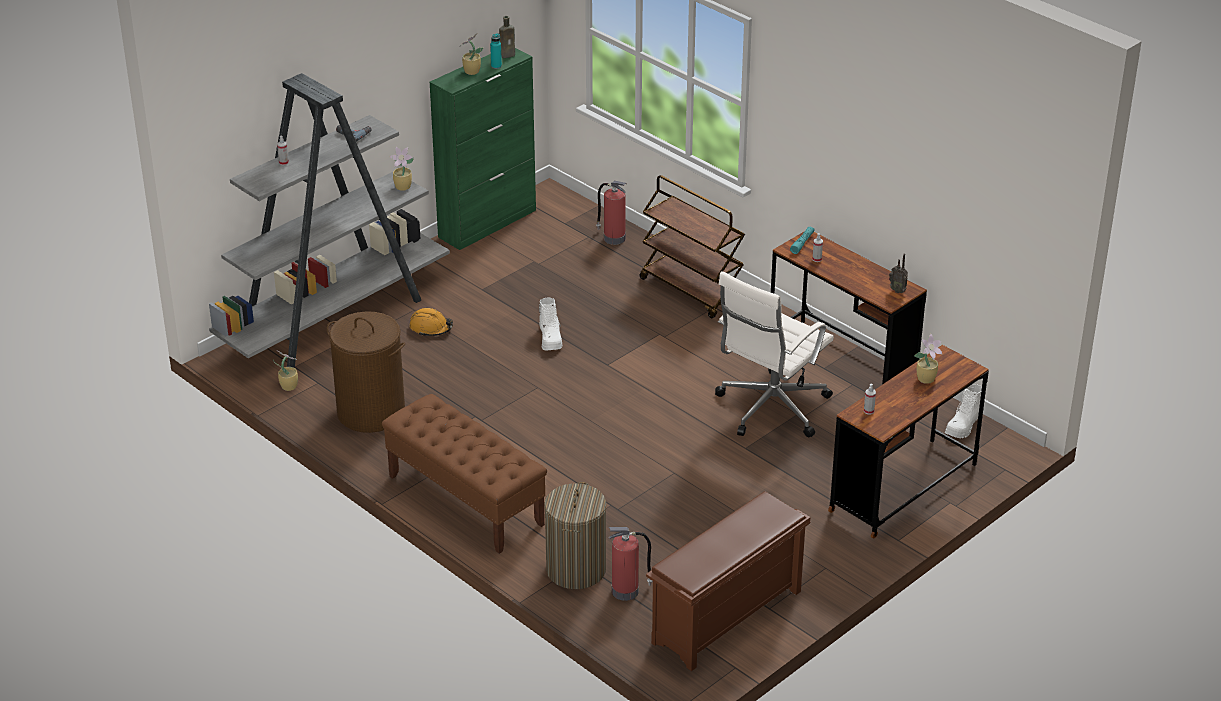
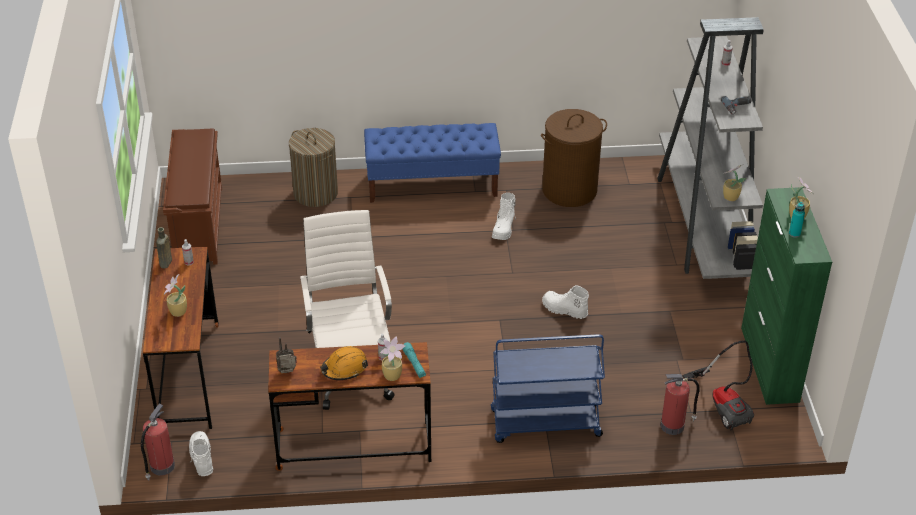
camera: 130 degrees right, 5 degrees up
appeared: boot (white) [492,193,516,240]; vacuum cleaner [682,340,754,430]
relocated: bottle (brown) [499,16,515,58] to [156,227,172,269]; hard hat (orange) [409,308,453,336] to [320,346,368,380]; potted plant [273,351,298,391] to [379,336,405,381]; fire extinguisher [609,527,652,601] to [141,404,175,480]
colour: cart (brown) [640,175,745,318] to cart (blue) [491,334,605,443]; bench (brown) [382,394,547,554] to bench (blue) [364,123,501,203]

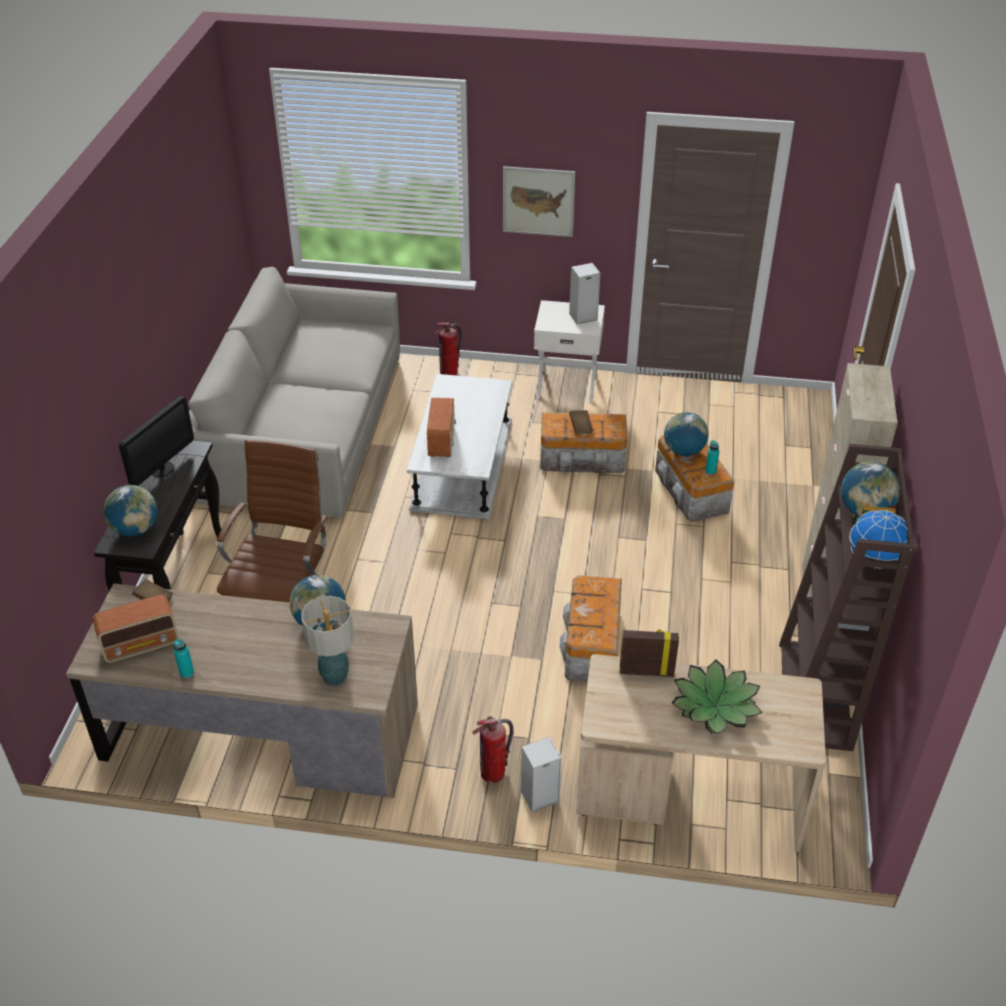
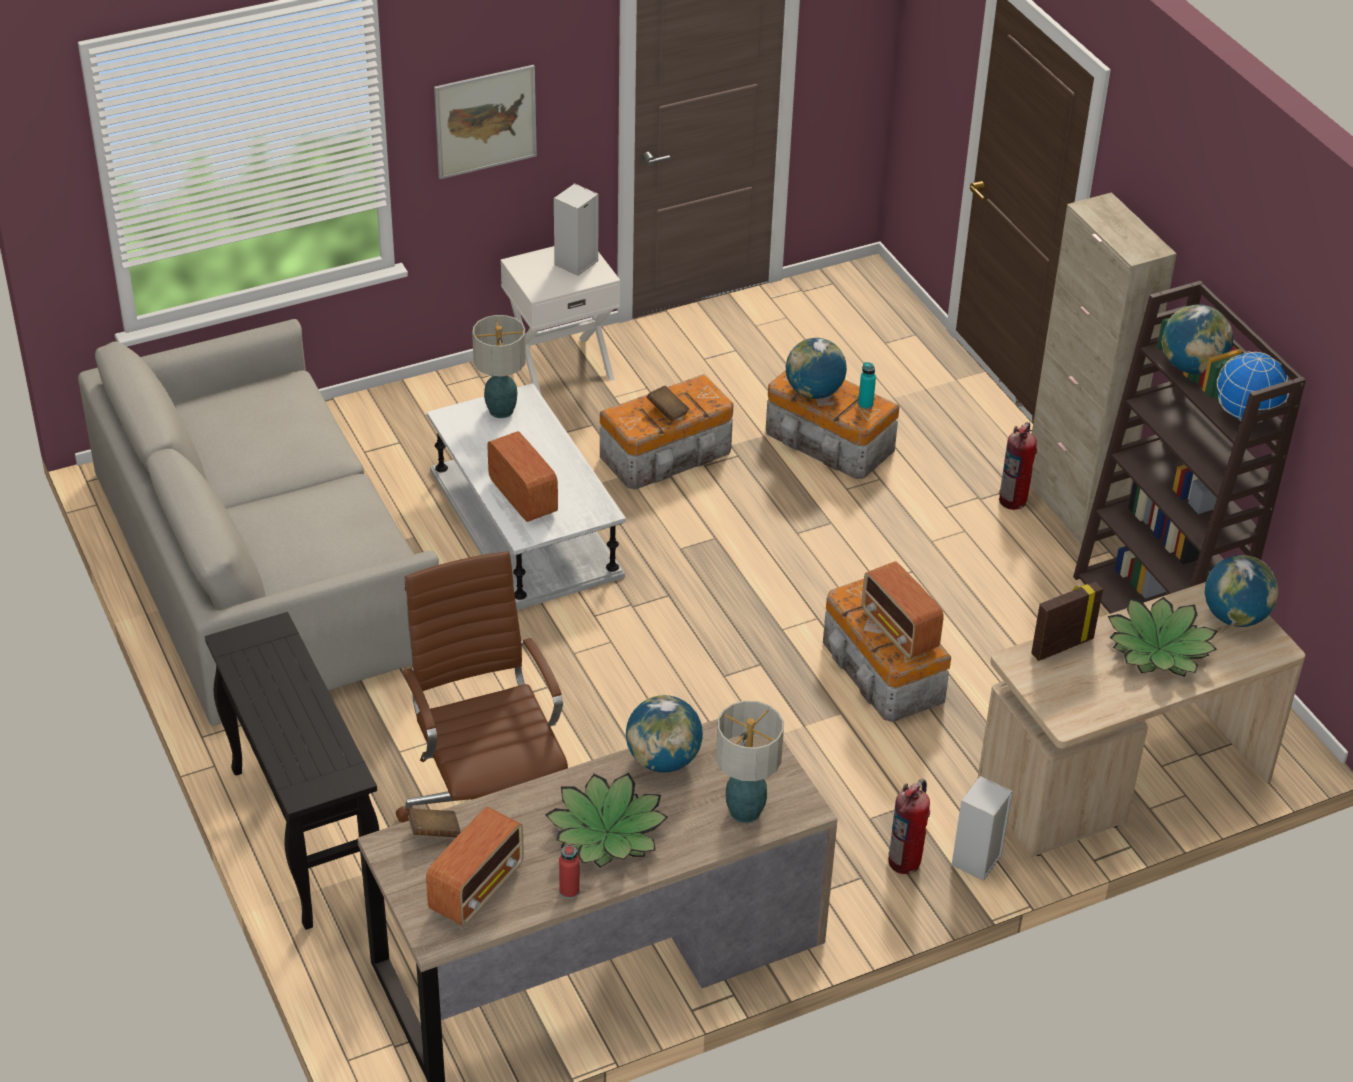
camera: 35 degrees left, 0 degrees up
missing: monitor [119,396,194,486]
appeared: table lamp [472,315,526,418]; radio [862,561,944,658]; potted plant [545,773,668,867]
relocated: fire extinguisher [434,323,462,375] to [998,422,1037,510]; globe [104,485,157,536] to [1205,555,1278,627]
colour: bottle (turquoise) [174,638,194,678] to bottle (red) [559,843,580,899]

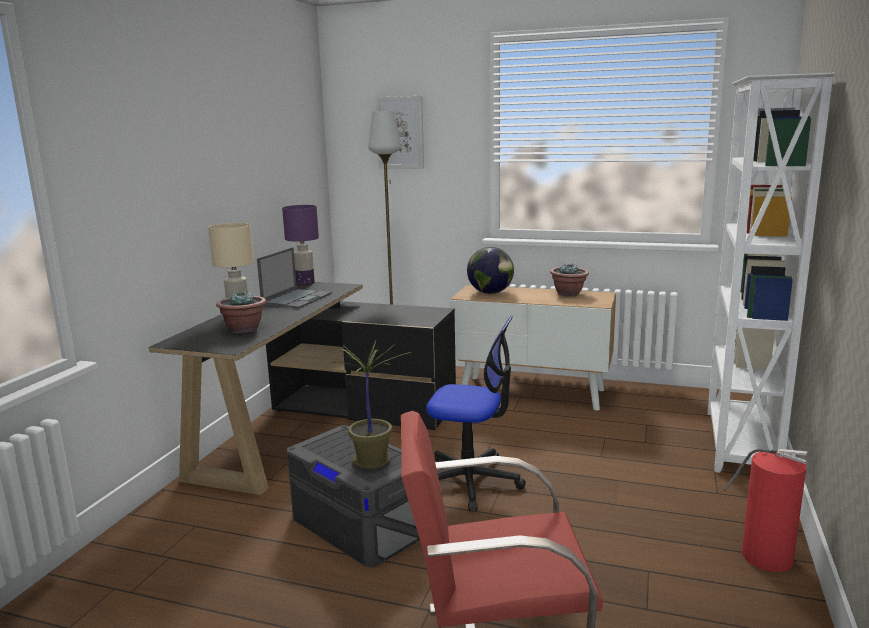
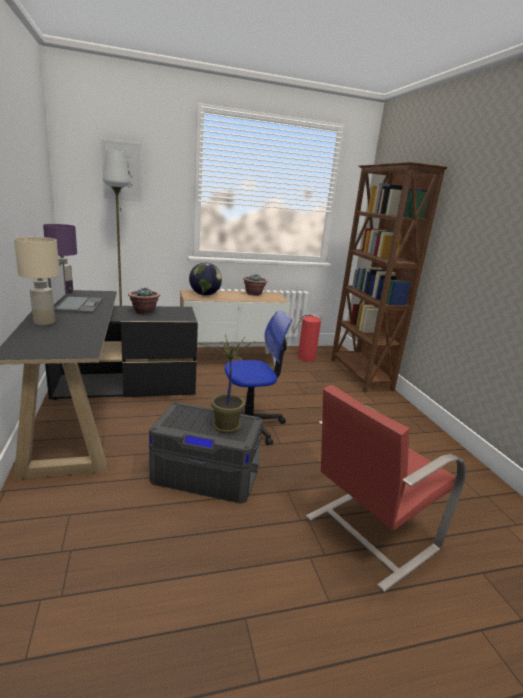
camera: 35 degrees left, 5 degrees up
relocated: potted plant [216,291,266,333] to [128,287,160,314]; fire extinguisher [723,449,808,572] to [293,314,322,361]
colour: bookcase (white) [707,73,835,473] to bookcase (brown) [331,162,448,392]

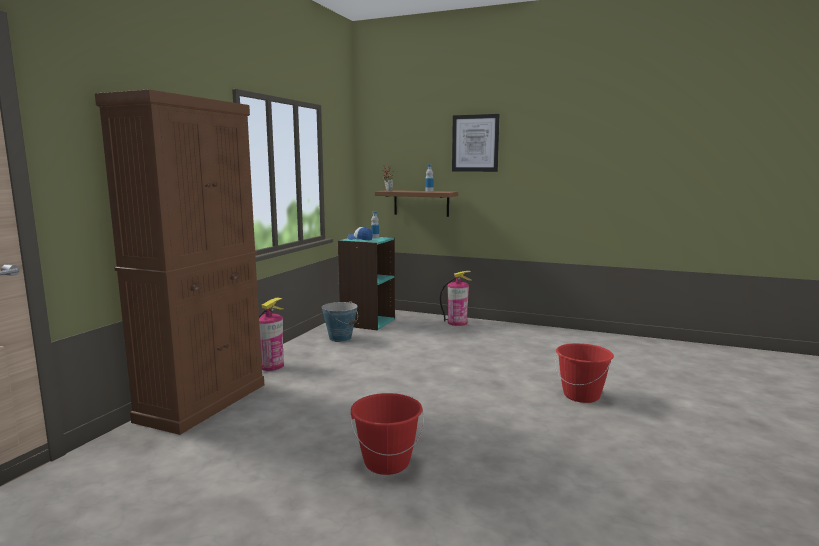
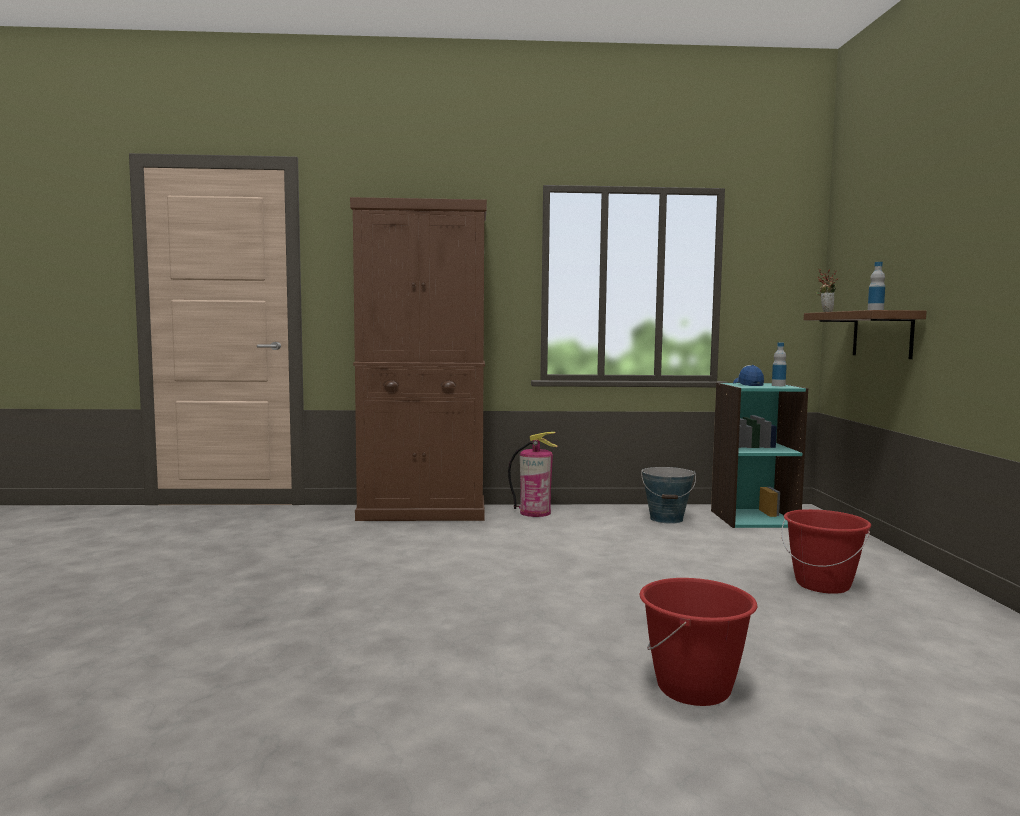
camera: 65 degrees right, 5 degrees down
missing: picture [452,114,500,172]; fire extinguisher [440,271,472,326]
relocated: bucket (red) [350,393,424,475] to [781,509,871,594]

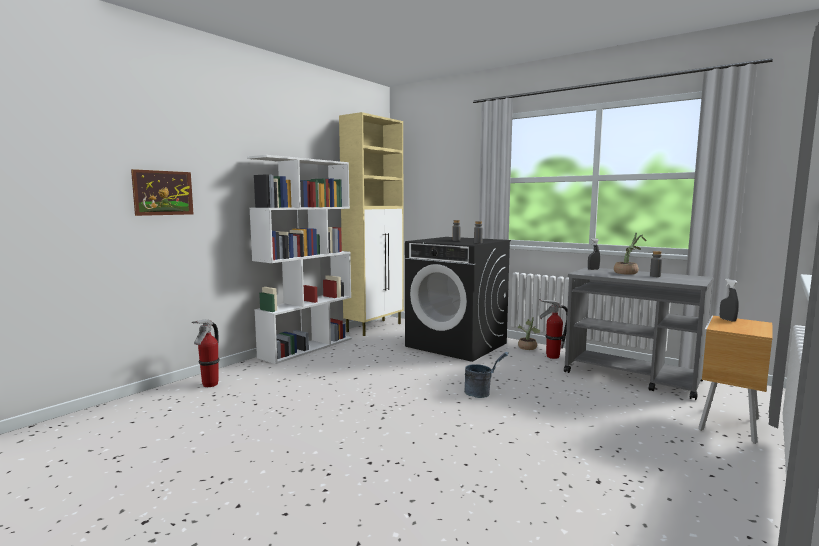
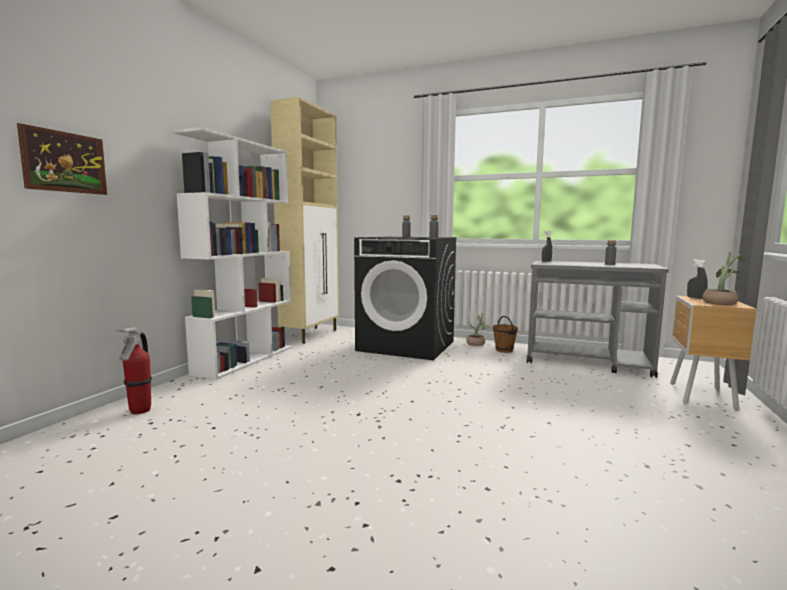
camera: 15 degrees left, 0 degrees up
missing: bucket (grey) [464,352,509,398]
relocated: potted plant [614,233,647,275] to [702,252,747,305]
exchanged: fire extinguisher [539,299,568,359] to bucket (brown) [493,316,518,353]

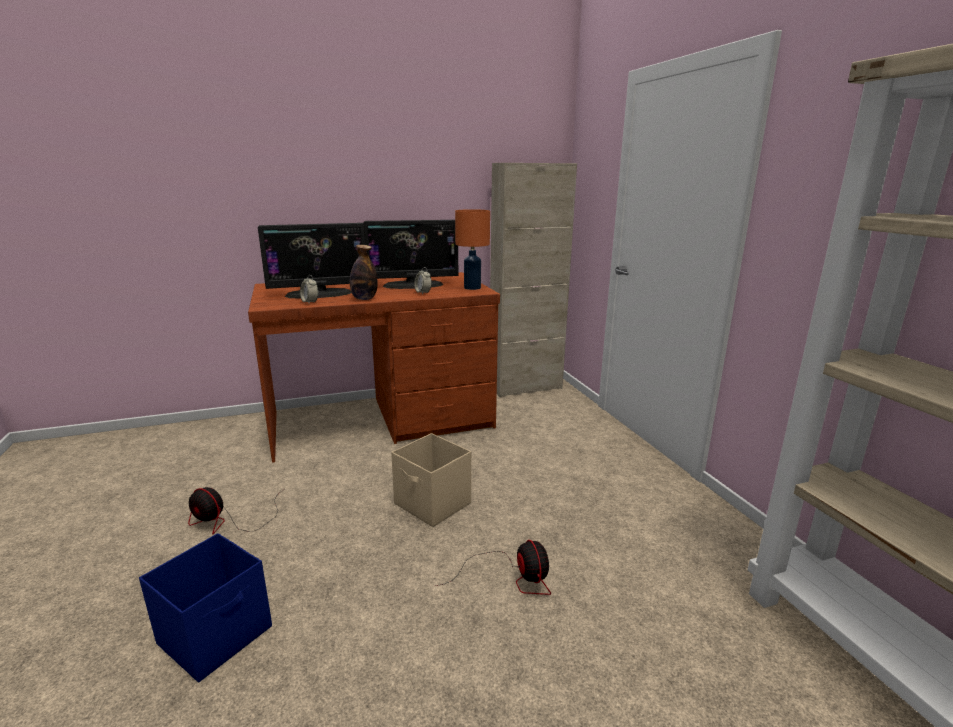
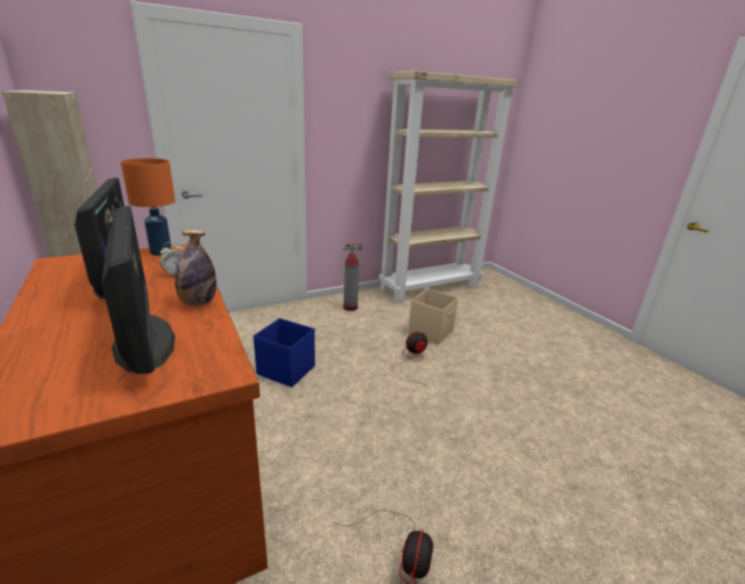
camera: 100 degrees left, 5 degrees up
missing: alarm clock [300,275,318,303]
appeared: fire extinguisher [343,243,362,311]
relocated: storage box (beige) [391,433,471,527] to [408,289,458,345]; storage box (blue) [139,533,272,682] to [253,318,315,387]

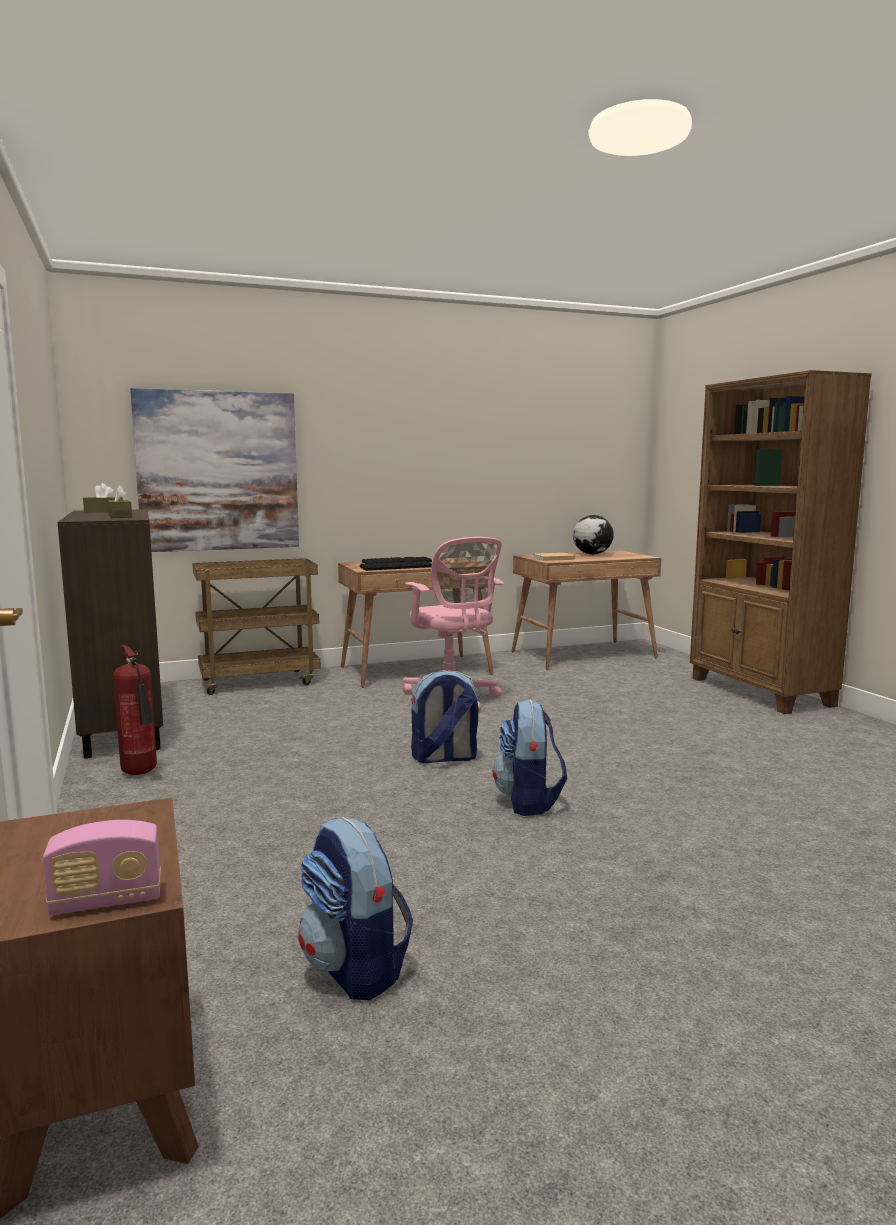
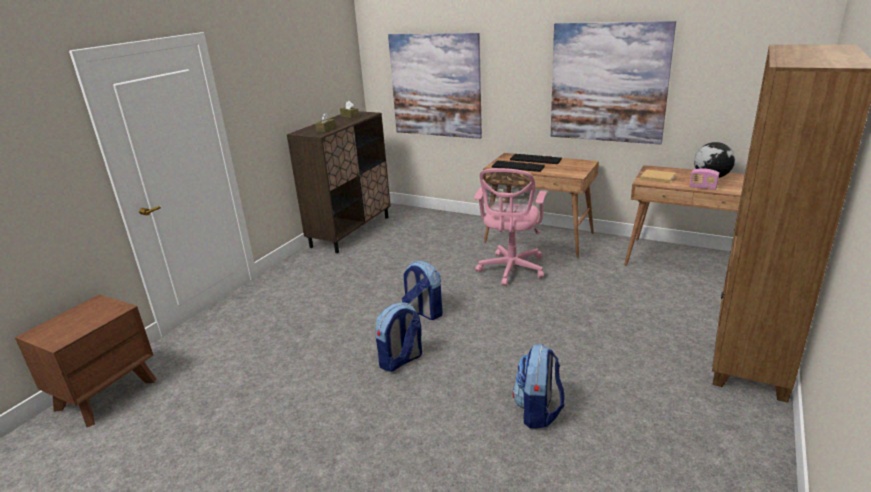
camera: 50 degrees right, 15 degrees up
missing: cart (brown) [193,558,321,695]; fire extinguisher [113,645,157,775]
appeared: picture [551,21,676,144]
relocated: backpack [298,817,413,1001] to [513,344,565,429]; radio [43,820,161,915] to [689,168,719,190]

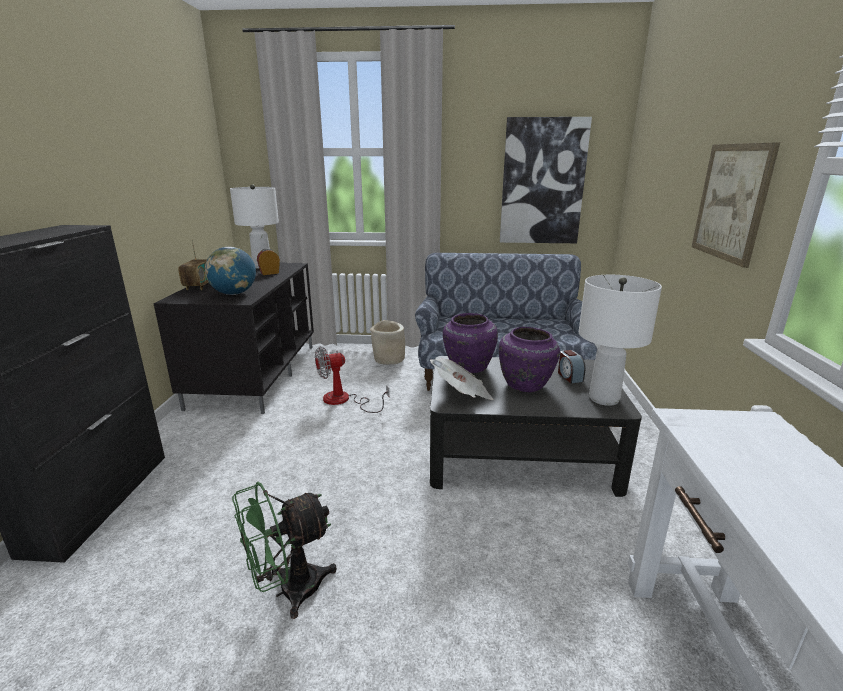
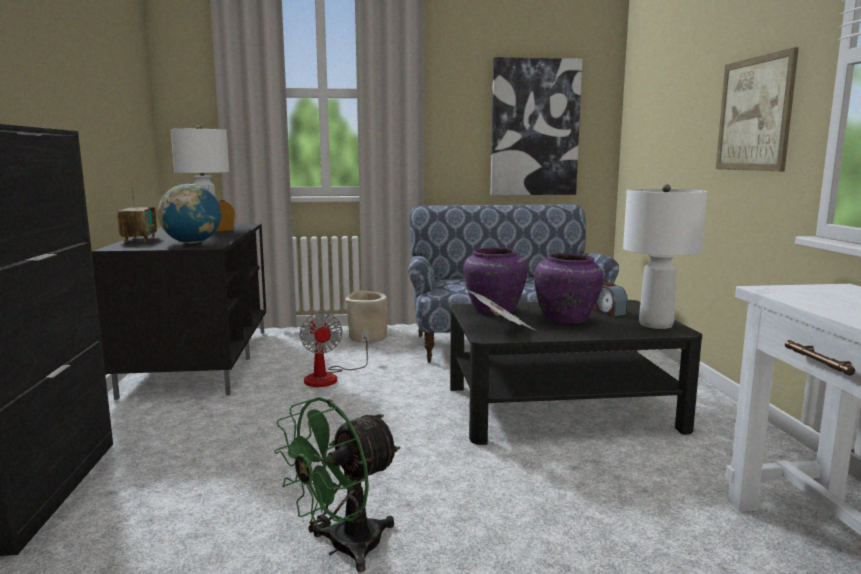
camera: 10 degrees left, 10 degrees down
spun: fan [315,346,389,413] = [299,312,369,387] 75 degrees counterclockwise

